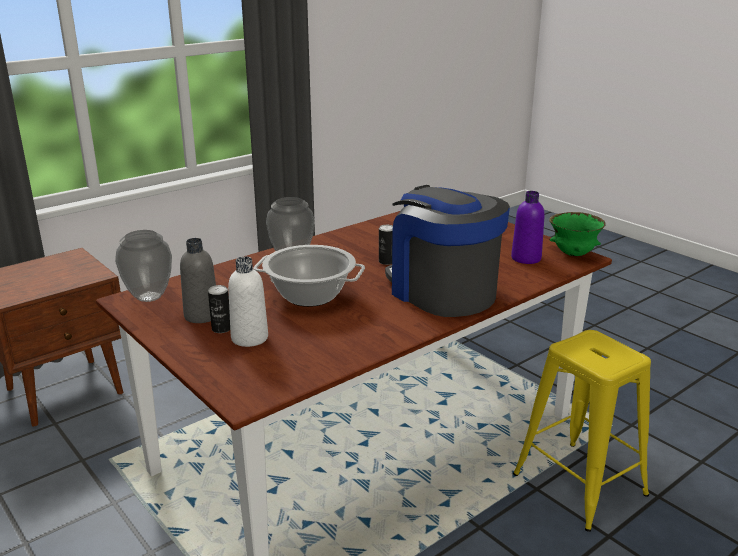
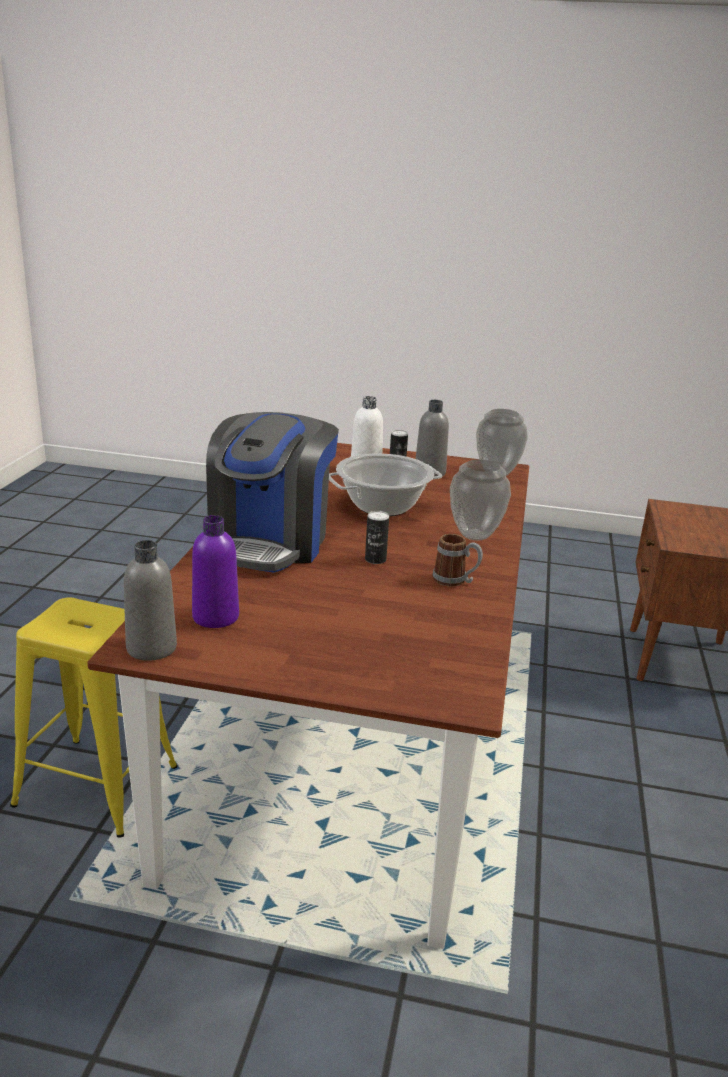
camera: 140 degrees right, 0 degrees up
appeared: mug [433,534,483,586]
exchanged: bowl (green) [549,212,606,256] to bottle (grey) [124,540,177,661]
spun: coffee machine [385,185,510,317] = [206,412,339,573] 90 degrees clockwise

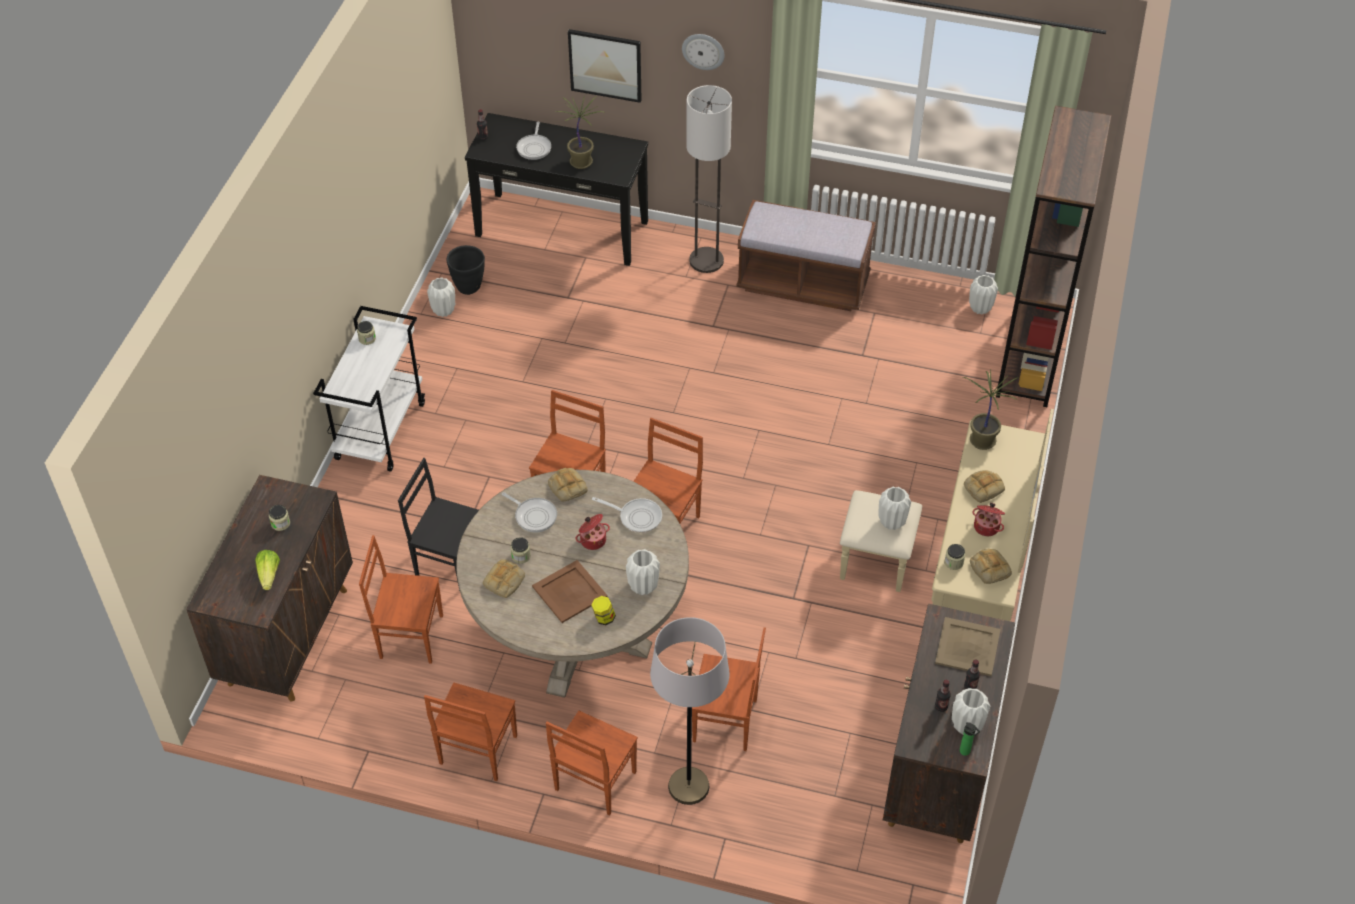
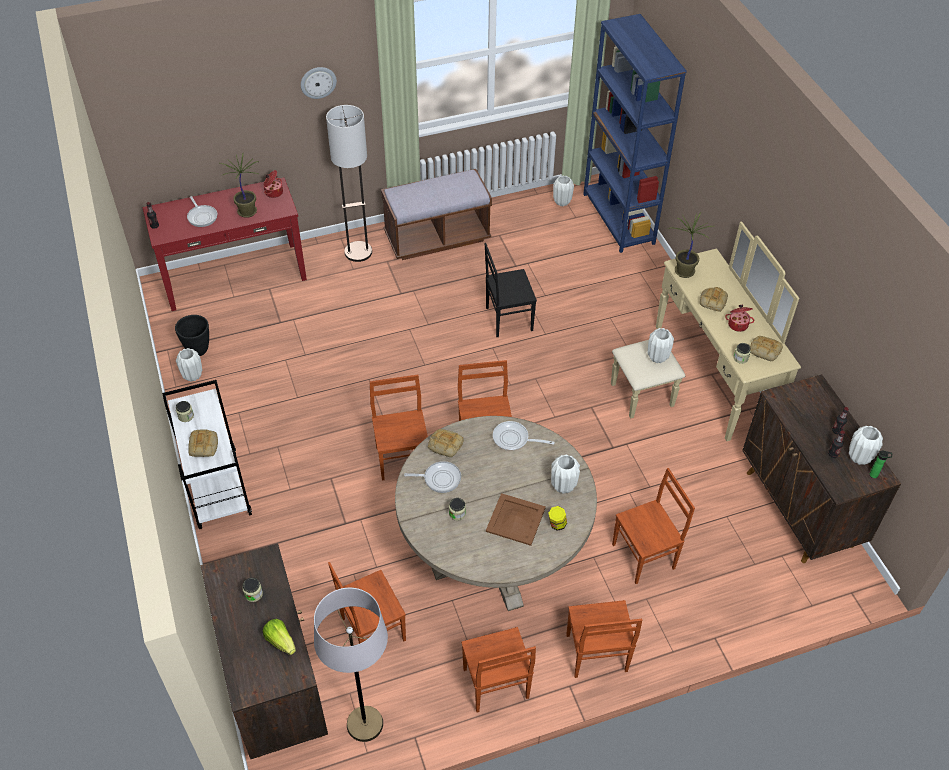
camera: 35 degrees left, 0 degrees up
missing: picture [568,29,642,103]; tray (beige) [935,617,1001,676]
relocated: chair (black) [398,458,479,591] to [485,243,537,337]; cooking pot [576,514,610,550] to [264,170,283,198]; bread [483,559,525,598] to [188,429,218,457]; floor lamp (grey) [650,617,730,805] to [314,588,388,742]
colour: bookcase (brown) [996,106,1111,407] to bookcase (blue) [583,14,687,253]; console table (black) [465,113,648,266] to console table (red) [143,177,307,311]
spun: frying pan [592,497,662,533] = [493,421,555,451] 150 degrees counterclockwise

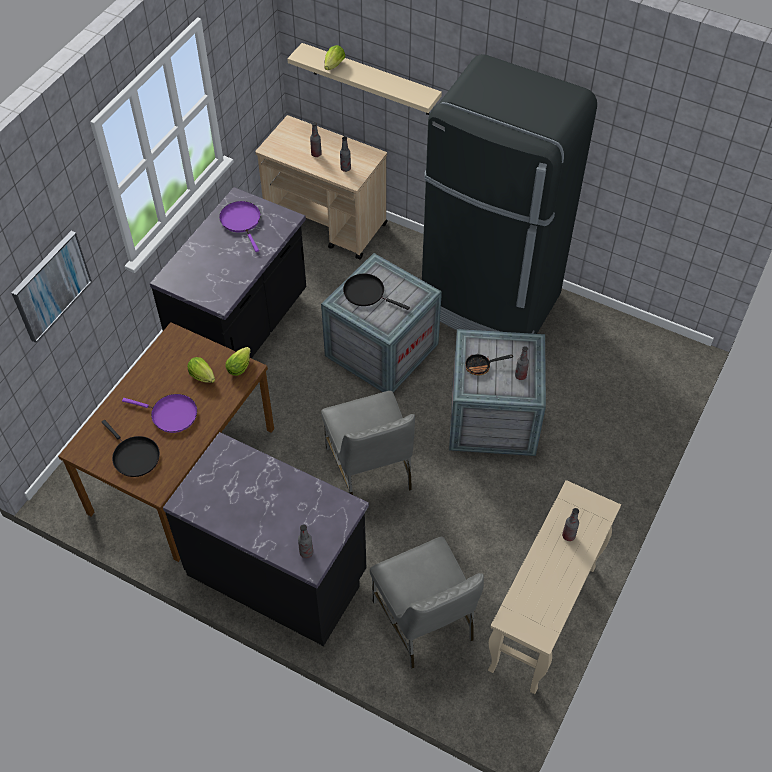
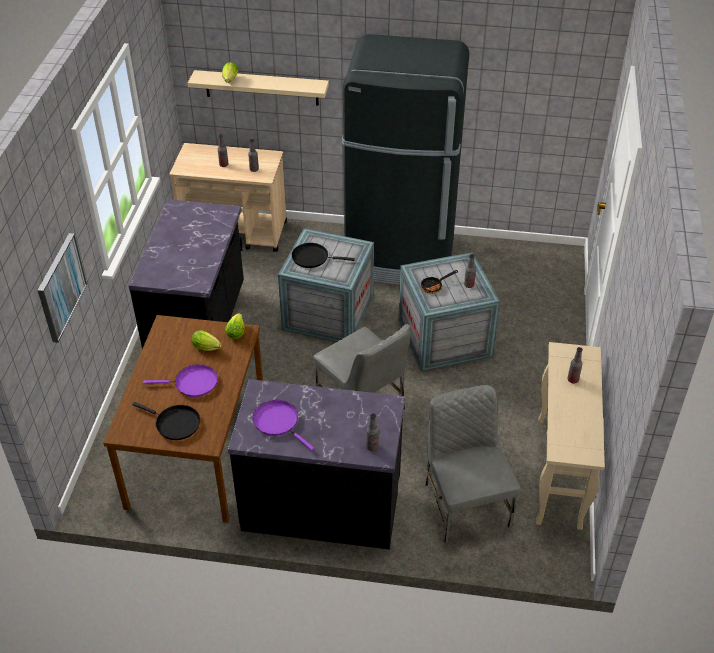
camera: 20 degrees left, 10 degrees down
relocated: frying pan (purple) [219,201,261,252] to [253,400,314,451]
spun: chair (grey) [370,537,484,669] = [425,385,521,544] 150 degrees counterclockwise

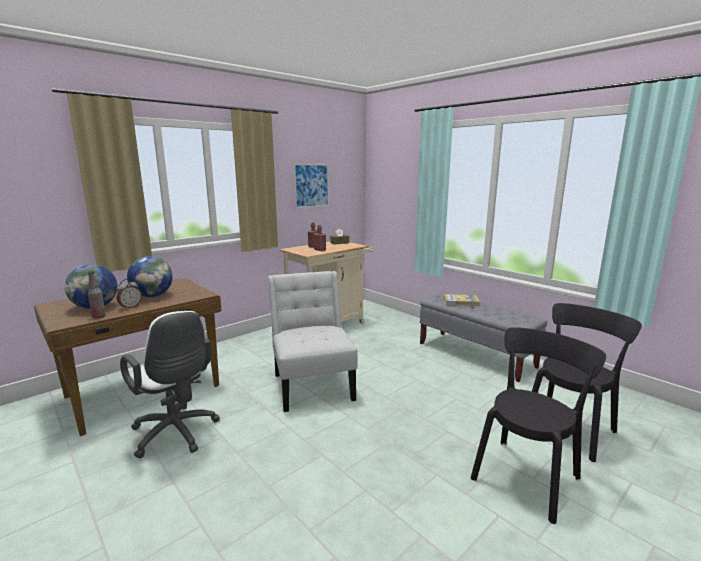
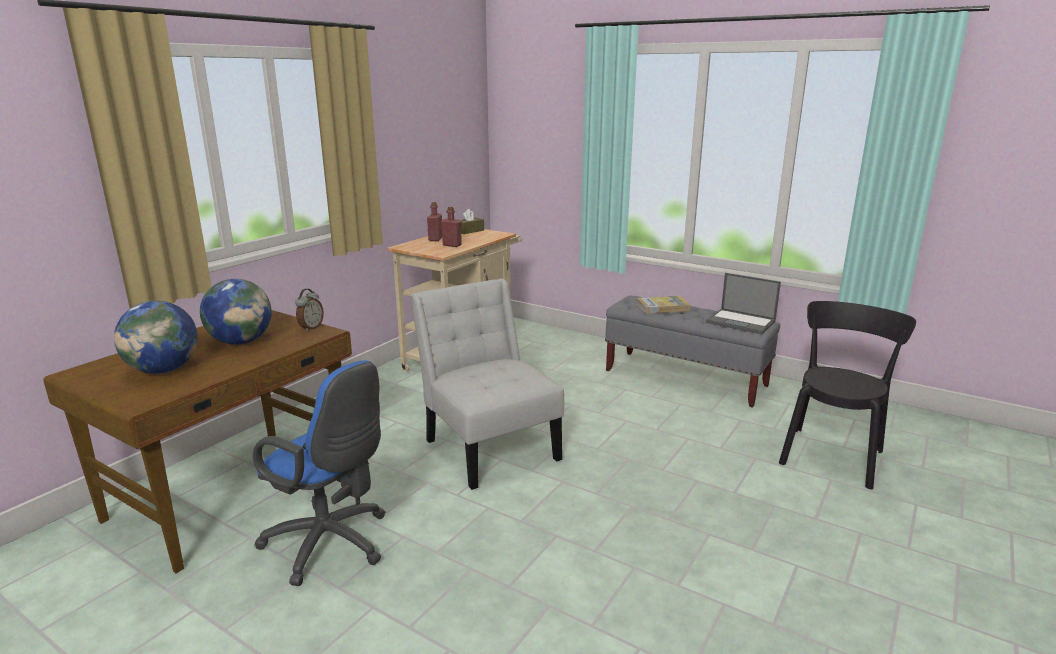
camera: 15 degrees left, 5 degrees up
missing: picture [293,164,329,208]; bottle [88,271,106,318]; chair (black) [471,327,606,524]
appeared: laptop [706,273,781,334]
relocated: alarm clock [117,279,142,310] to [295,289,324,331]
colour: office chair (white) [120,311,220,458] to office chair (blue) [253,361,386,586]

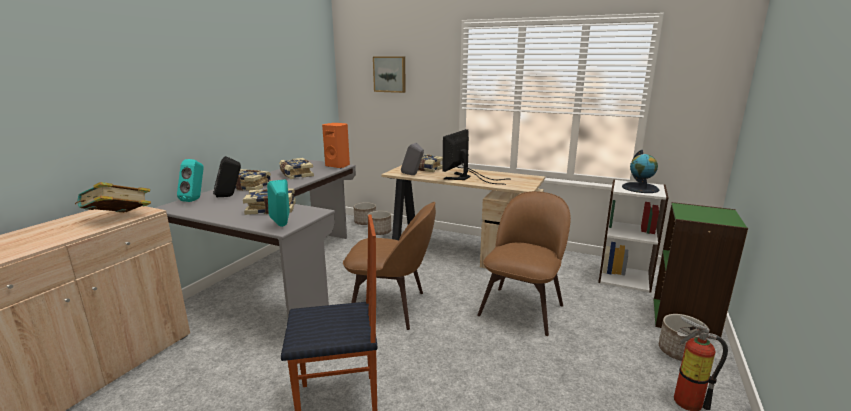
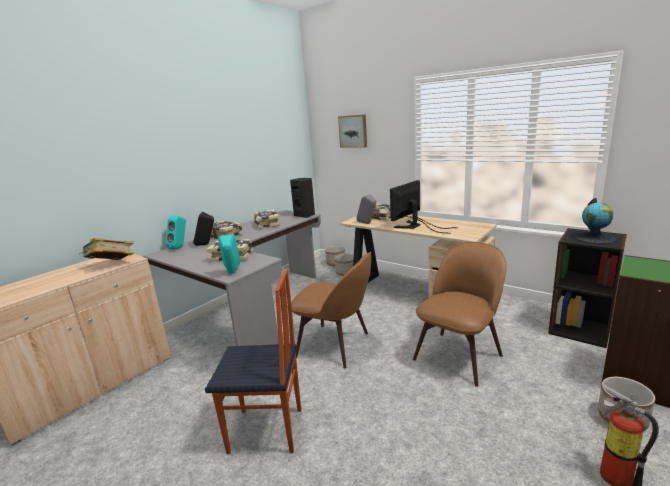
camera: 15 degrees right, 0 degrees up
colour: speaker (orange) [322,123,350,168] to speaker (black) [290,178,315,218]; bookcase (white) [599,179,669,293] to bookcase (black) [548,228,627,348]

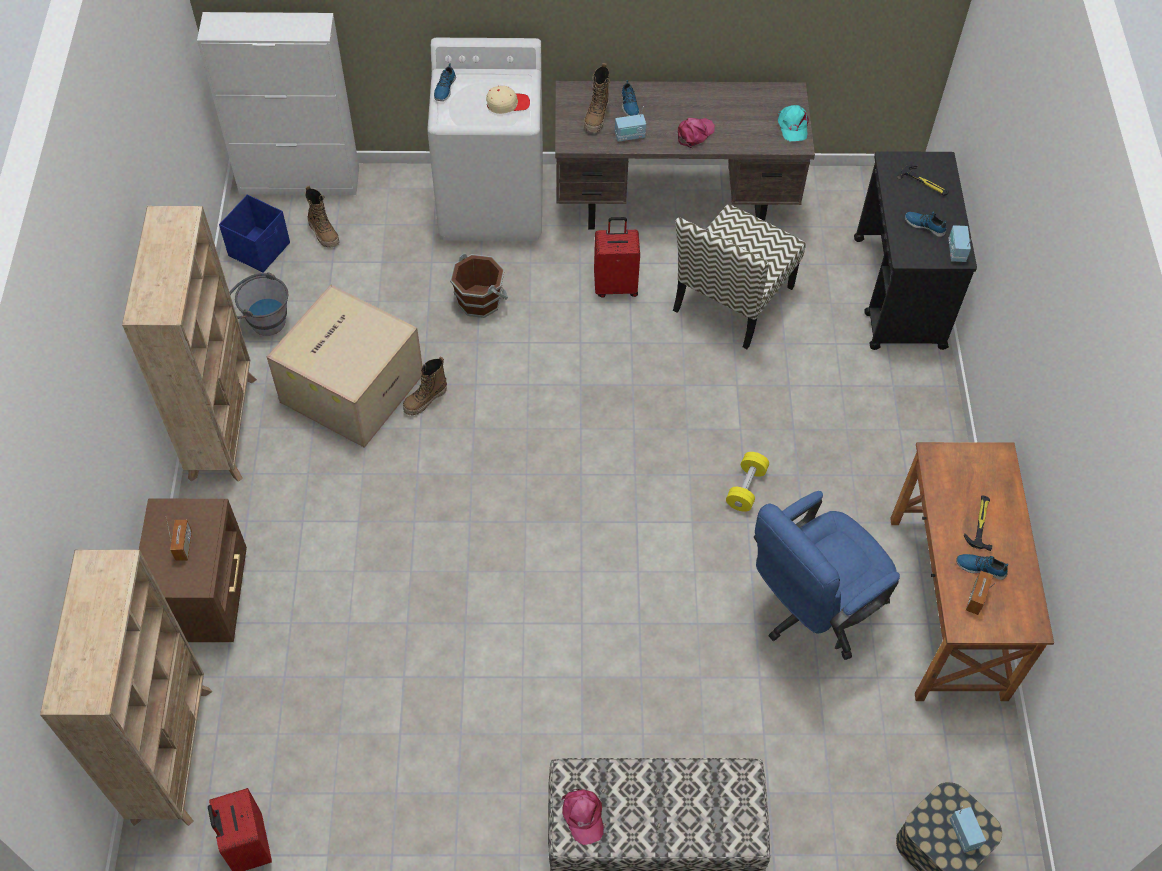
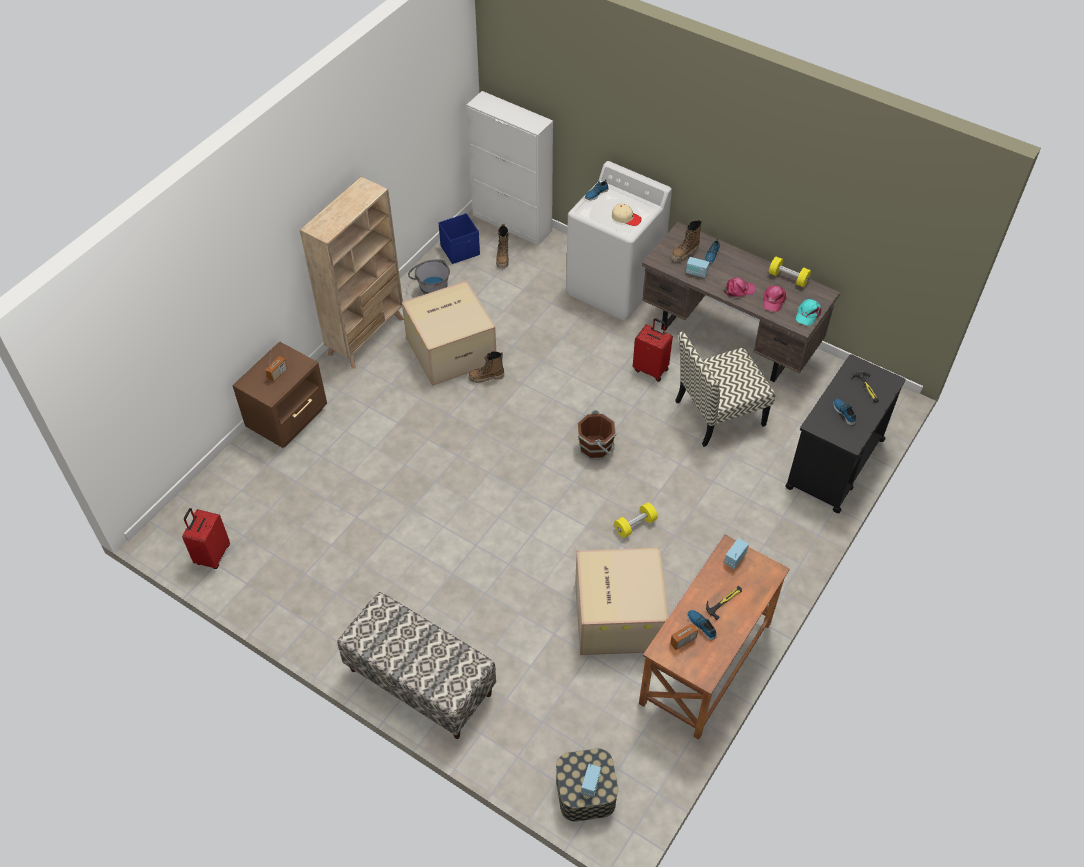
camera: 35 degrees right, 5 degrees down
missing: bookcase (beige) [40,550,212,826]
appeared: dumbbell (yellow) [769,256,811,287]
relocated: radio [948,225,972,262] to [724,538,749,569]; bucket (brown) [450,253,508,318] to [577,410,616,460]; cap (pink) [562,789,604,845] to [763,285,786,312]
exchanged: office chair (blue) [754,491,900,660] to cardboard box [575,548,668,655]

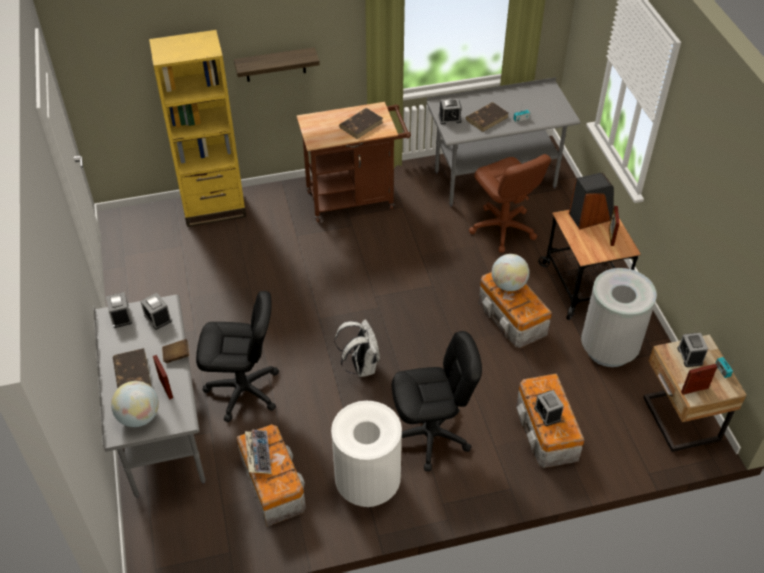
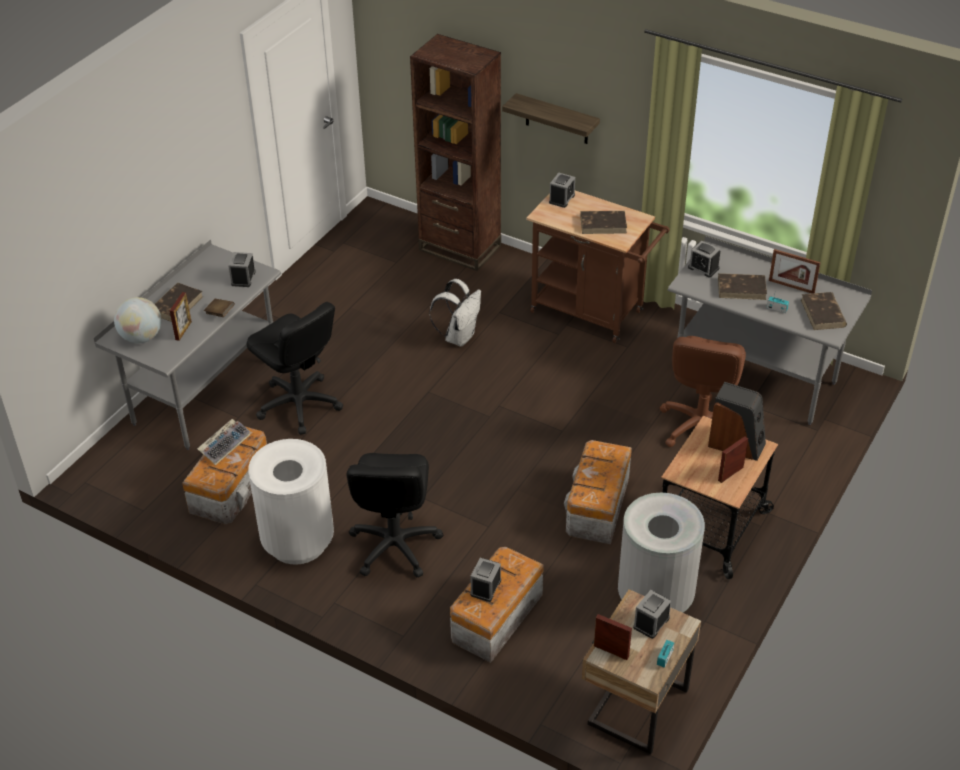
camera: 45 degrees right, 5 degrees down
missing: globe [492,254,529,291]
appeared: picture frame [769,249,821,294]; book (brown) [801,292,847,330]
relocated: alarm clock [106,292,132,328] to [549,173,575,208]; backpack (white) [334,319,380,377] to [429,279,481,347]
colour: bookcase (yellow) [149,30,246,227] to bookcase (brown) [410,34,501,271]
spun: office chair (black) [392,331,482,472] = [347,453,443,578] 60 degrees clockwise

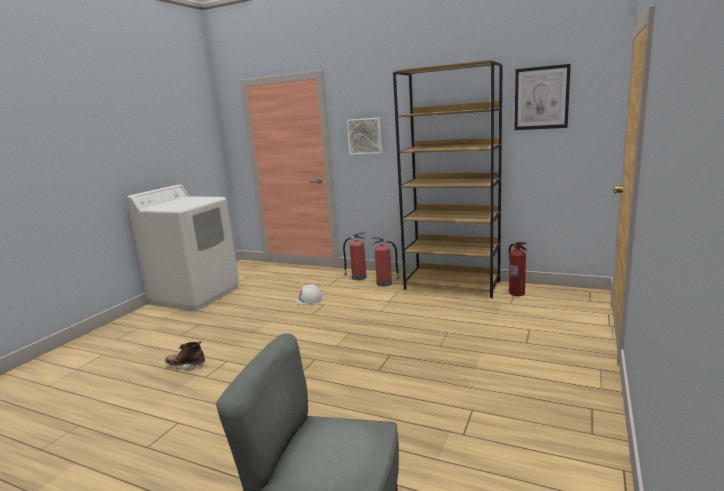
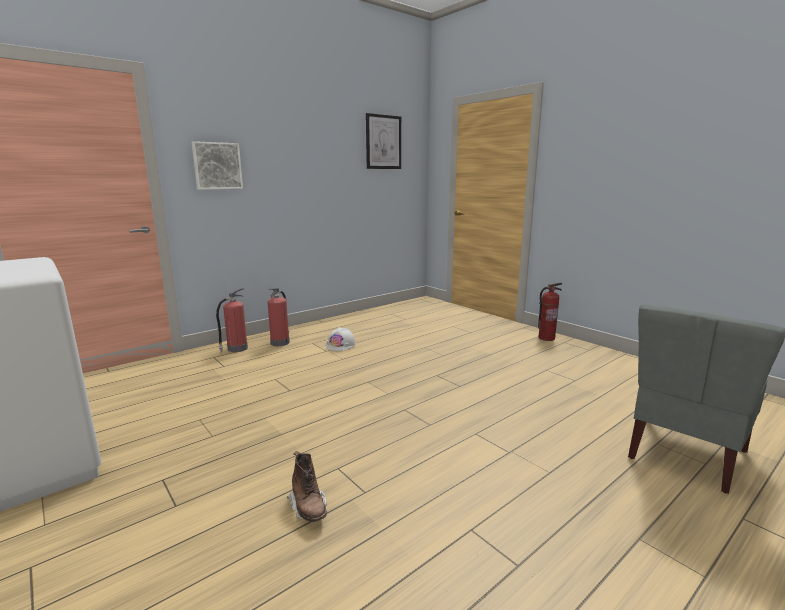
camera: 65 degrees left, 0 degrees up
missing: bookcase (brown) [393,60,503,298]
relocated: fire extinguisher [509,242,527,296] to [538,282,562,341]; hard hat (white) [296,284,323,305] to [326,327,356,351]
spun: boot (brown) [165,341,205,370] = [287,451,327,522] 60 degrees counterclockwise

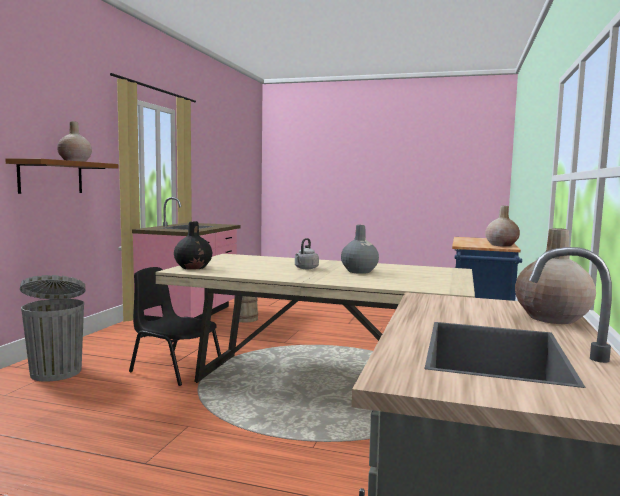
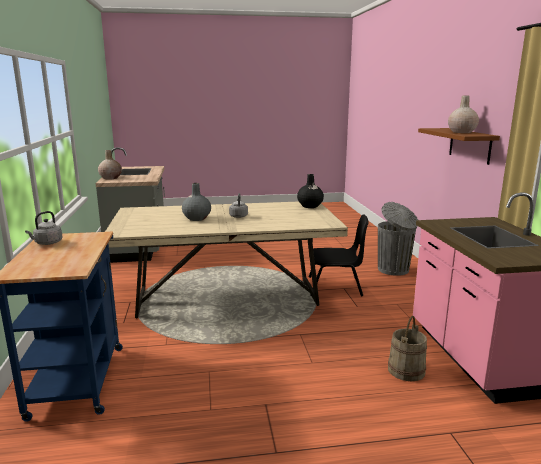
camera: 155 degrees right, 10 degrees up
exchanged: vase (beige) [485,206,520,247] to kettle (grey) [25,211,63,245]

